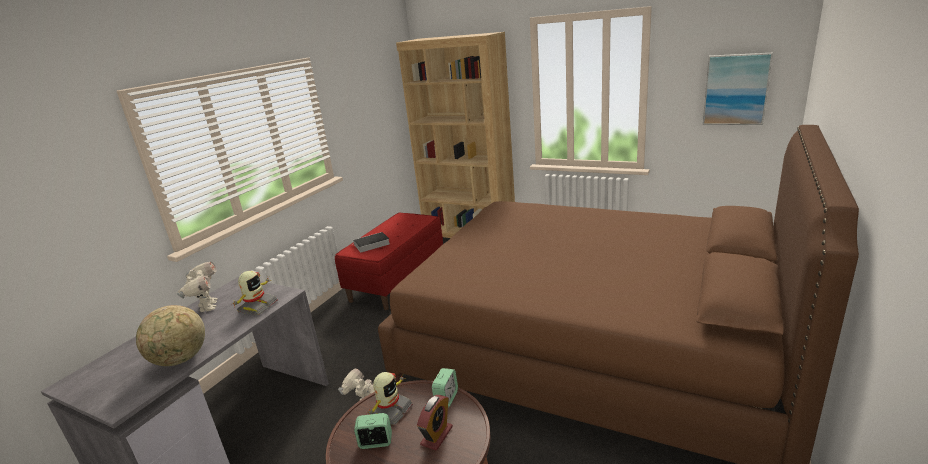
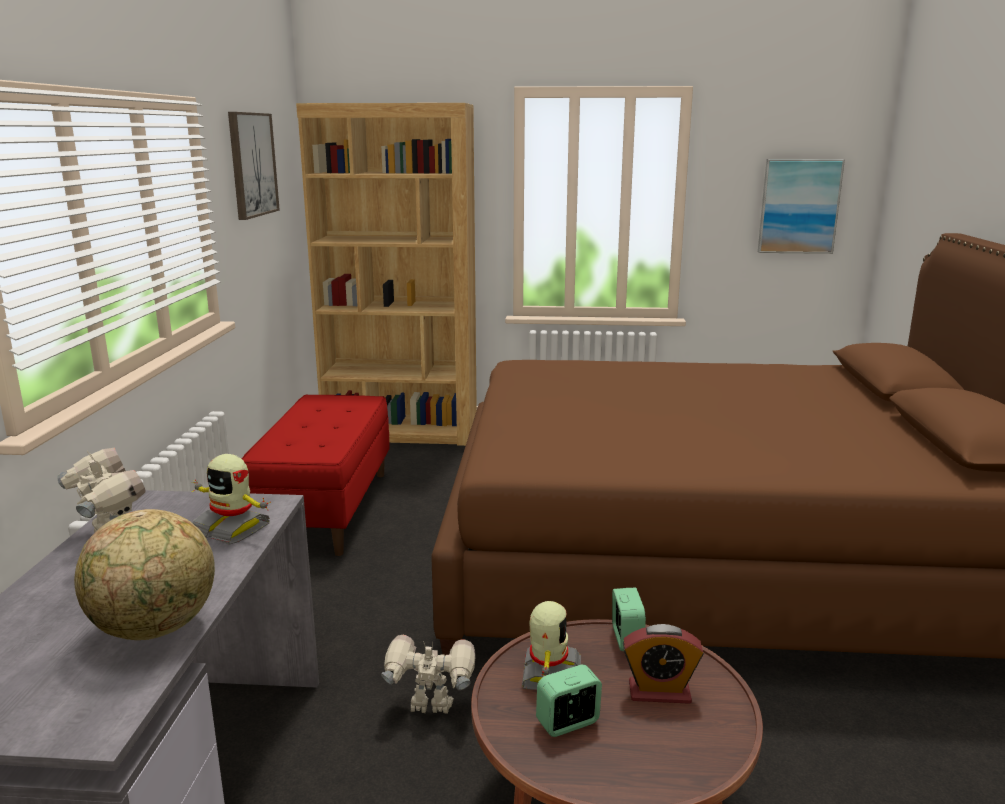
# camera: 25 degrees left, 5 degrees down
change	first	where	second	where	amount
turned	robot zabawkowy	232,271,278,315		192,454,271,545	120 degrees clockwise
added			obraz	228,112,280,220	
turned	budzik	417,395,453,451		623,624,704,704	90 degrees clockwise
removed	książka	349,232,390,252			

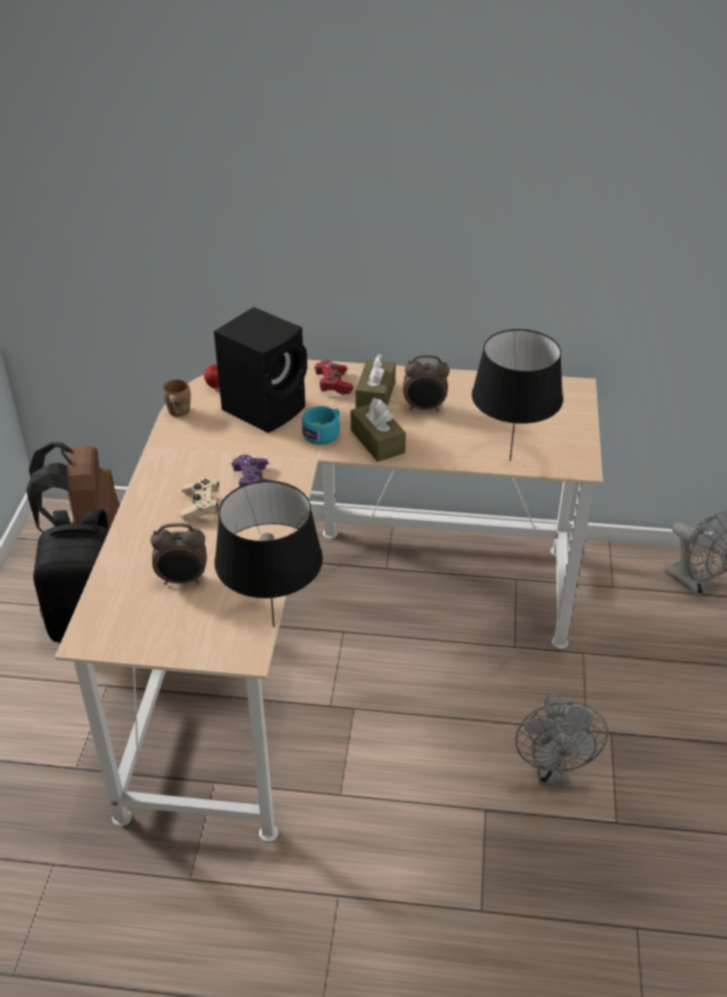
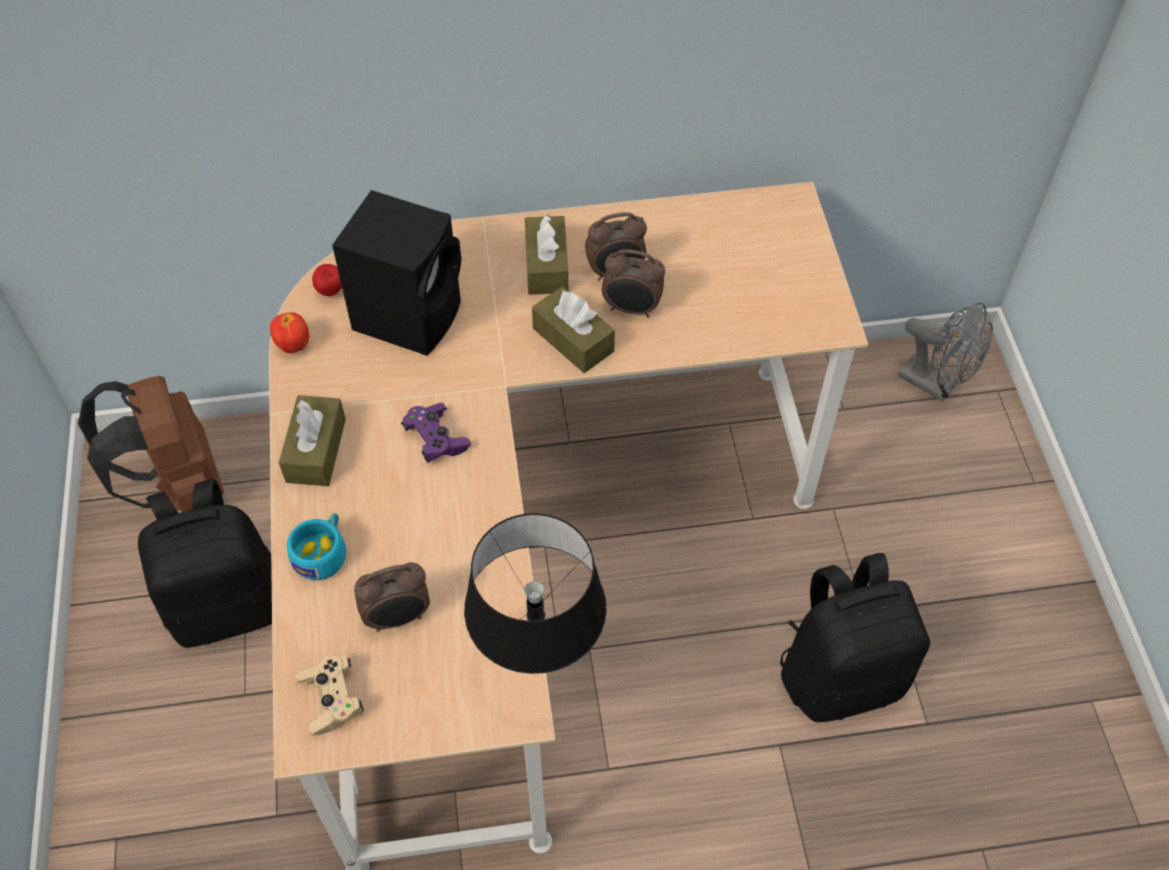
# camera: 15 degrees left, 15 degrees up
change	first	where	second	where	amount
replaced	kubek (brązowy)	163,379,191,417	jabłko	270,312,309,353	
added			pudełko chusteczek (brązowy)	279,395,346,486	
moved	filiżanka (turkusowy)	302,406,340,445		287,513,346,580	
moved	pad do gier (beżowy)	180,477,219,521		296,655,364,736	
added			budzik	602,249,665,317	
replaced	wentylator (szary)	516,693,608,784	plecak (czarny)	780,553,930,722	
removed	pad do gier (czerwony)	314,360,353,395			
removed	lampa stołowa (czarny)	472,329,563,461			

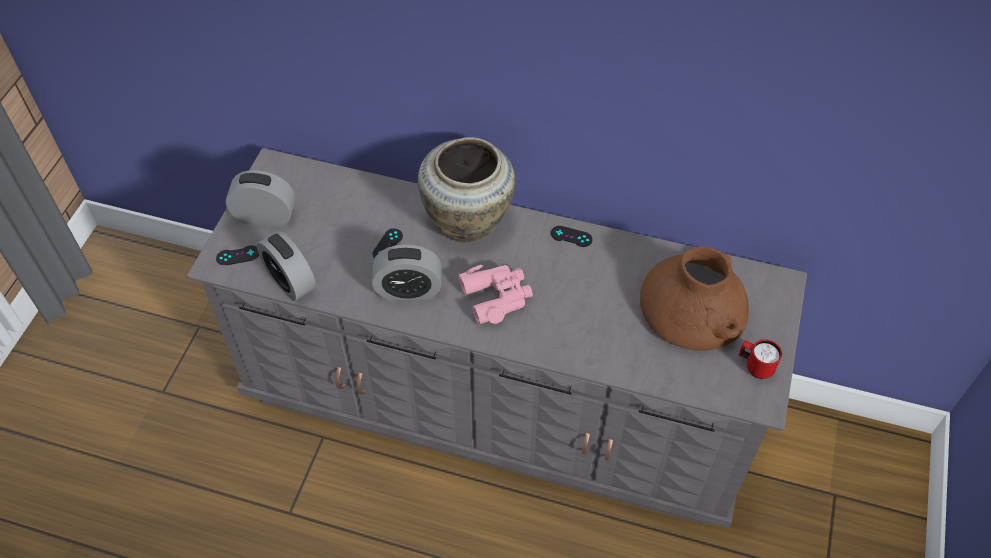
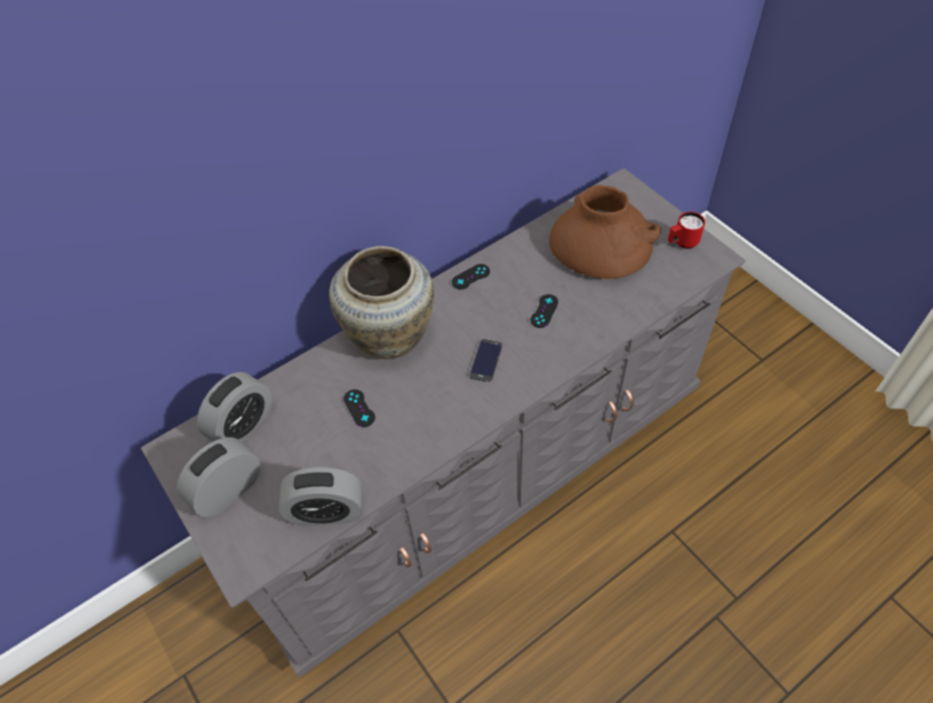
# camera: 50 degrees left, 0 degrees up
change	first	where	second	where	amount
moved	budzik	372,244,441,300		197,372,272,442	
replaced	lornetka (różowy)	458,265,533,324	telefon	470,339,502,382	
moved	pad do gier (czarny)	216,245,259,266		530,294,558,328	

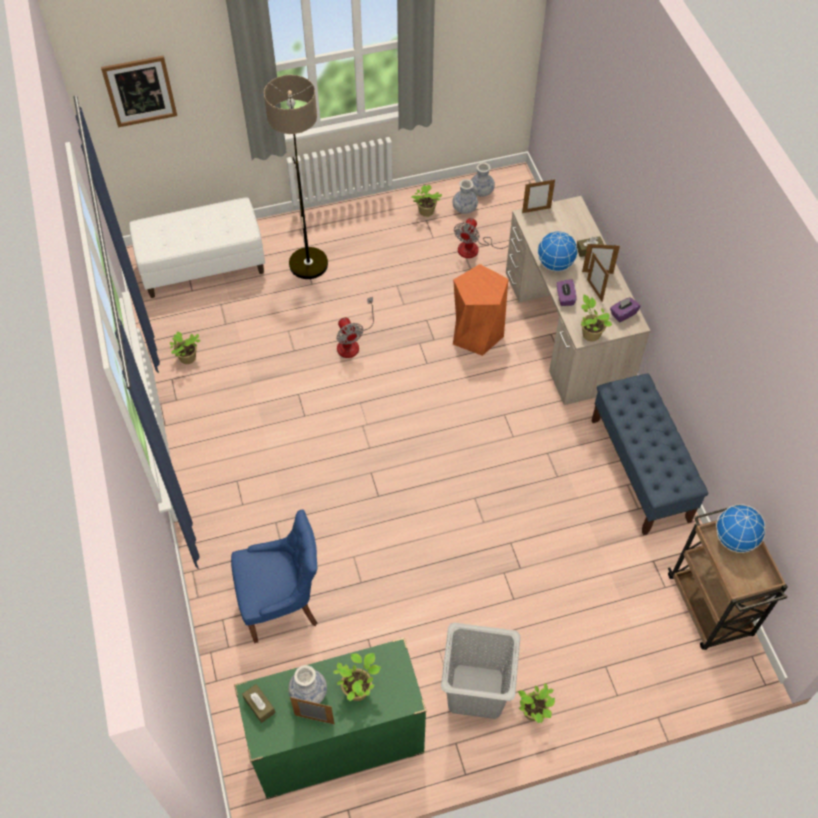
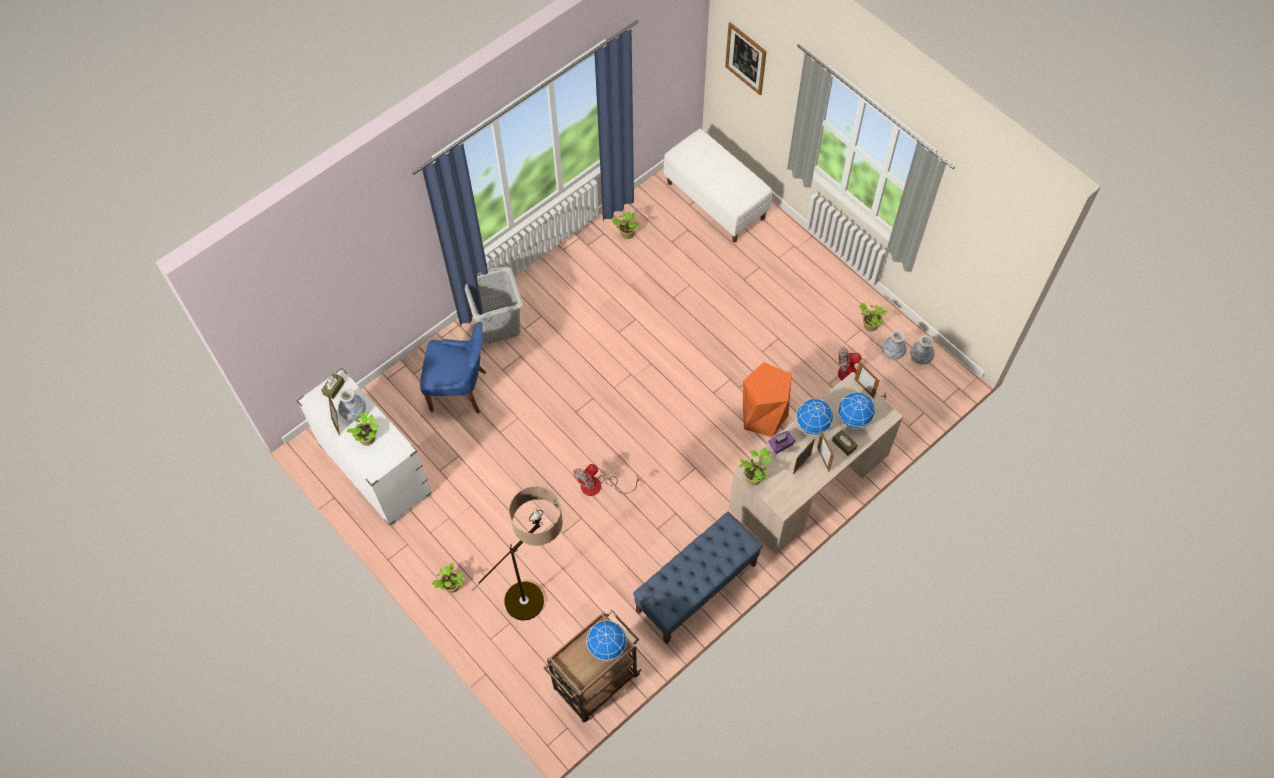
# camera: 65 degrees right, 5 degrees up
change	first	where	second	where	amount
recoloured	komoda (zielony)	234,638,427,799	komoda (biały)	297,368,432,526	
turned	krzesło (niebieski)	231,509,317,643		420,322,486,414	45 degrees counterclockwise
moved	kosz na pranie (szary)	441,623,520,719		465,267,523,344	
moved	lampa stojąca	264,75,328,279		472,486,563,621	
moved	wentylator	336,297,374,358		574,464,641,496	
added			globus	838,392,875,429	
removed	pudełko chusteczek (fioletowy)	610,297,641,322			

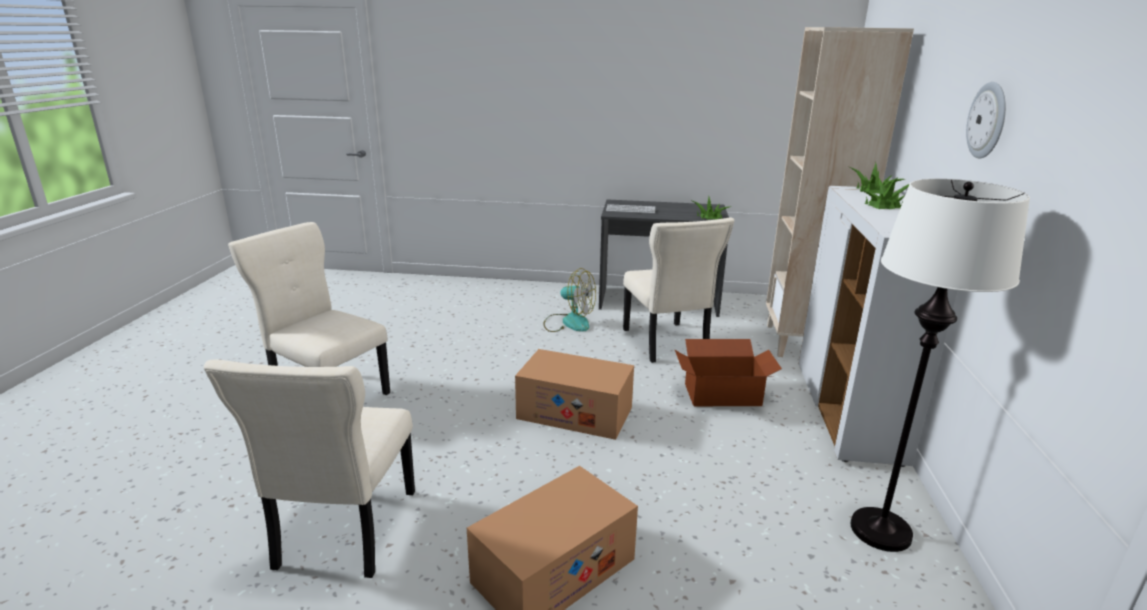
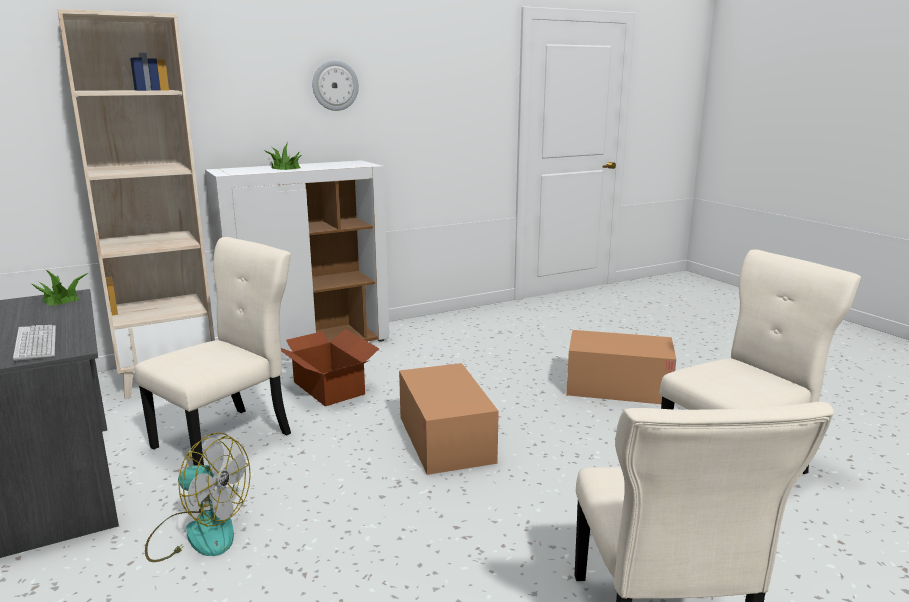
# camera: 125 degrees left, 5 degrees down
change	first	where	second	where	amount
turned	wentylator	543,268,596,332		145,432,251,562	120 degrees clockwise
removed	roślina doniczkowa	850,162,905,194			
removed	lampa stojąca (biały)	850,179,1030,552			

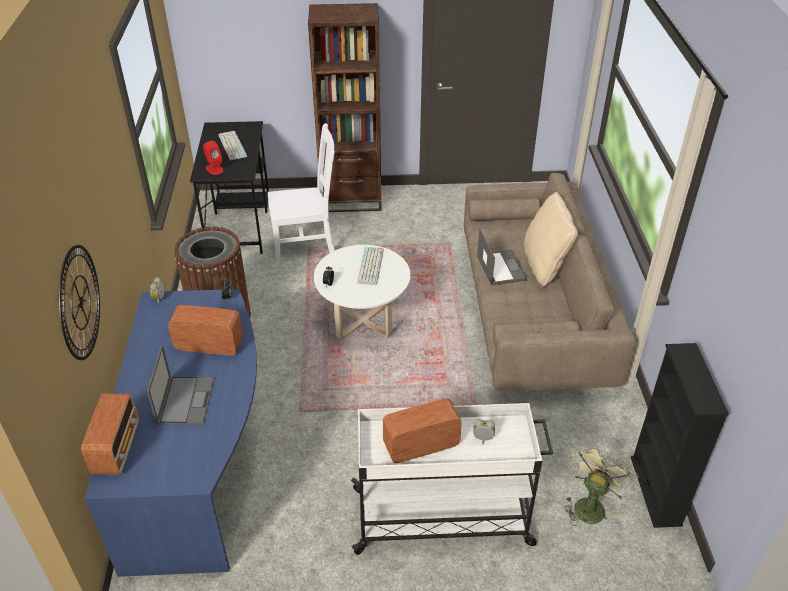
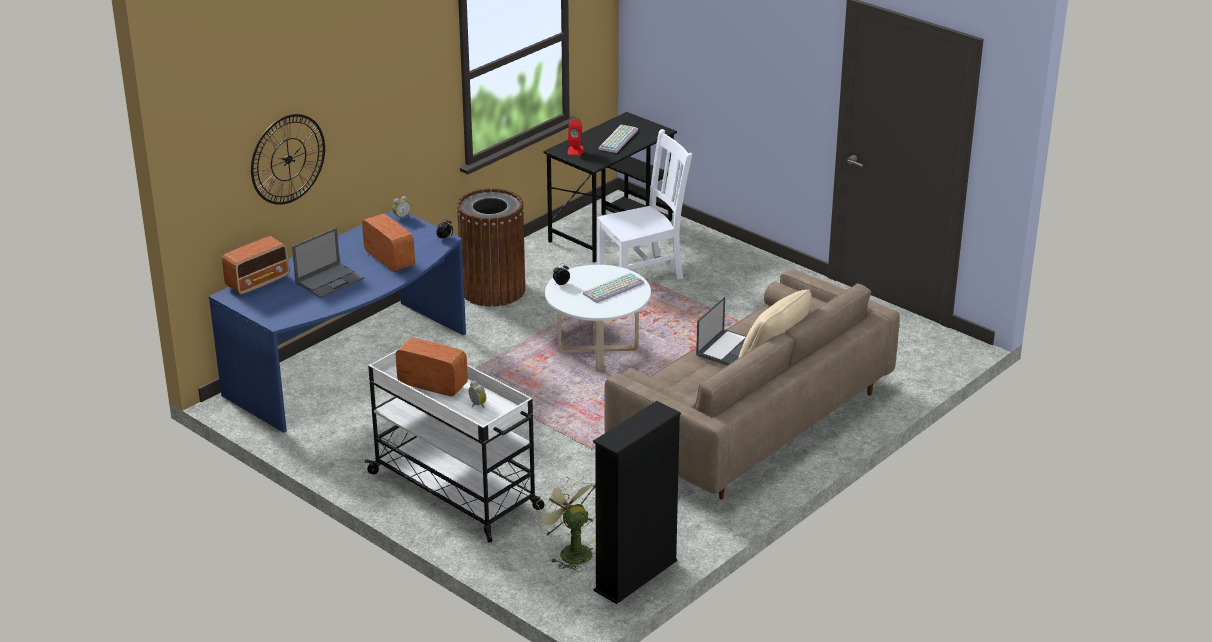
# camera: 45 degrees right, 10 degrees down
change	first	where	second	where	amount
turned	wentylator (zielony)	563,444,638,526		535,475,596,572	105 degrees counterclockwise
turned	krzesło (biały)	268,123,335,262		597,129,692,280	60 degrees counterclockwise
removed	regał (brązowy)	308,3,382,212			

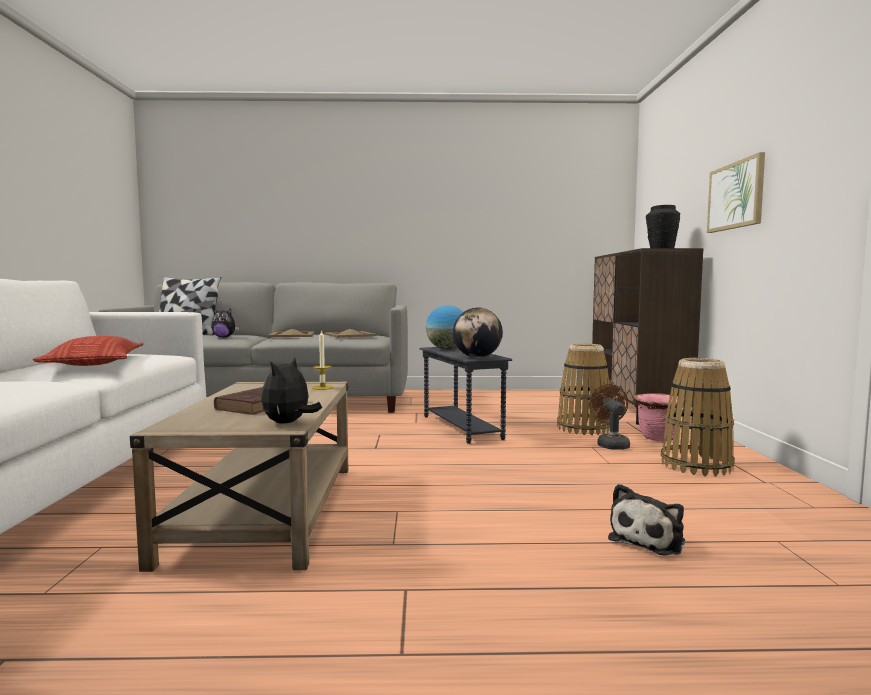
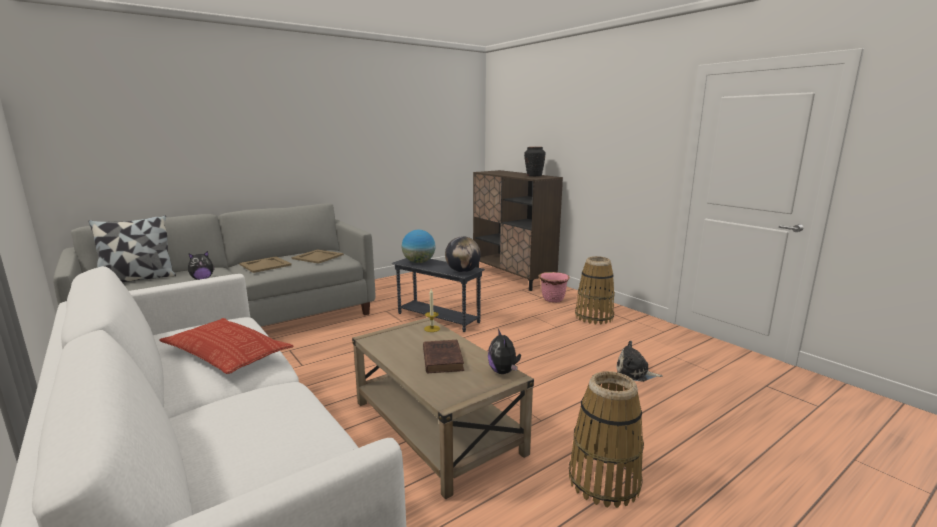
# camera: 35 degrees left, 10 degrees up
change	first	where	second	where	amount
moved	koszyk	557,344,610,435		569,371,644,508	
turned	pluszak	608,484,685,556		617,341,662,382	105 degrees clockwise
removed	wentylator (brązowy)	589,384,630,450			
removed	obraz	707,152,765,233			

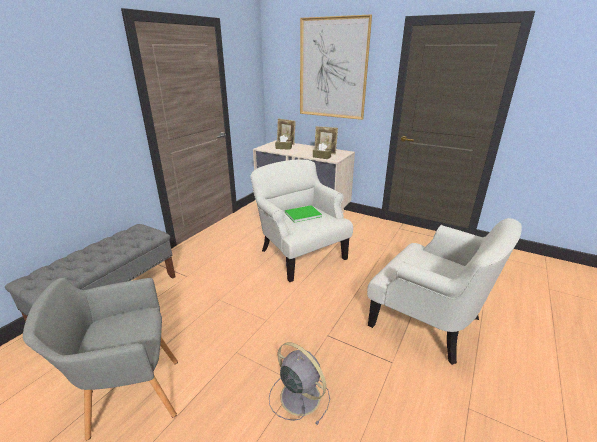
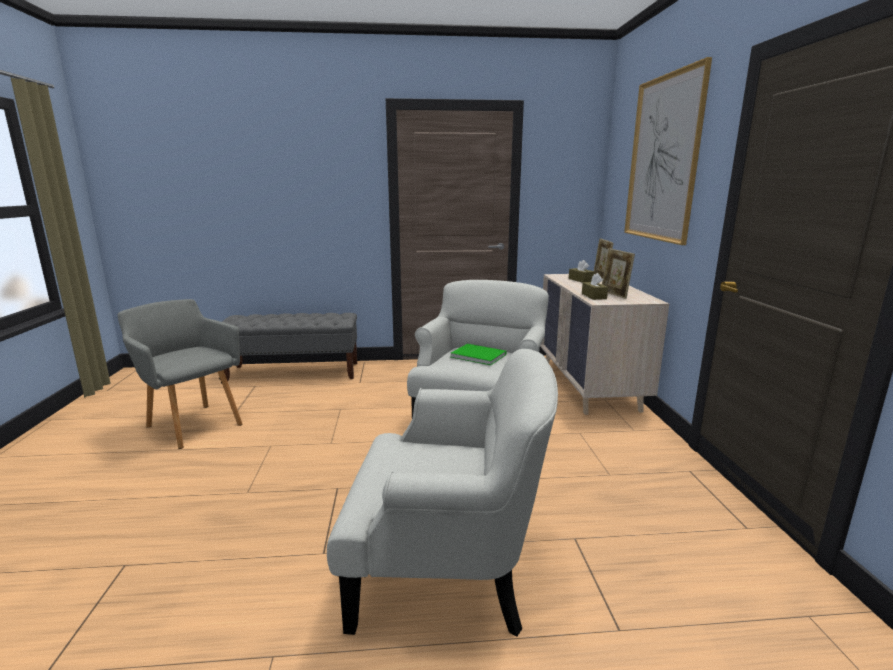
# camera: 55 degrees right, 10 degrees down
change	first	where	second	where	amount
turned	fotel (biały)	367,218,522,365		327,349,558,637	90 degrees counterclockwise
removed	wentylator (szary)	269,342,330,425			

